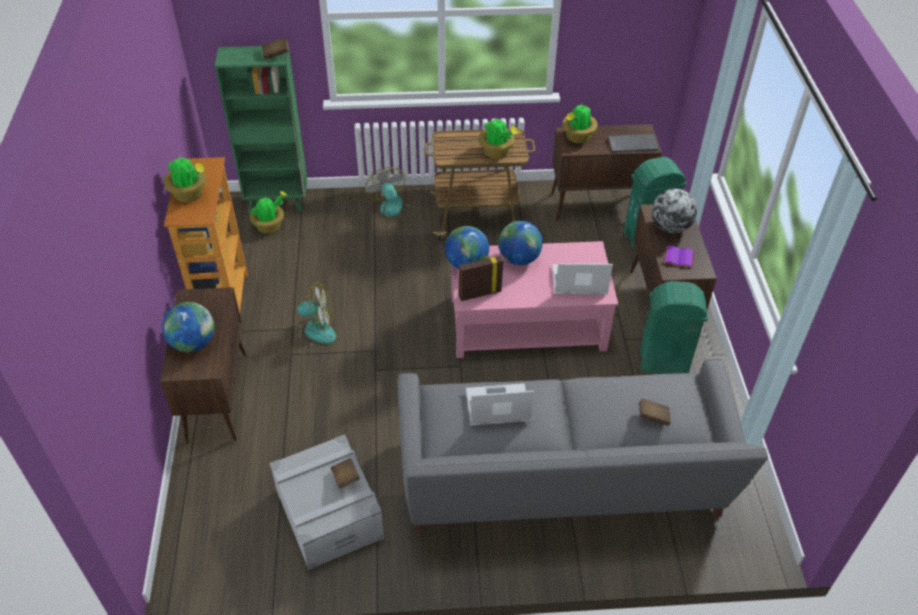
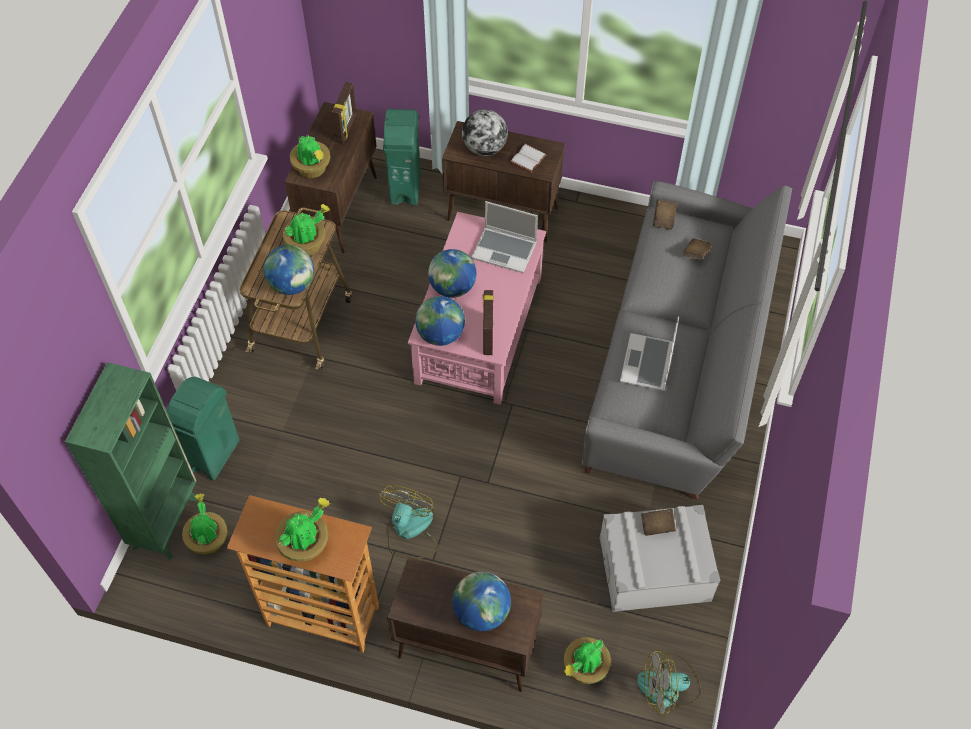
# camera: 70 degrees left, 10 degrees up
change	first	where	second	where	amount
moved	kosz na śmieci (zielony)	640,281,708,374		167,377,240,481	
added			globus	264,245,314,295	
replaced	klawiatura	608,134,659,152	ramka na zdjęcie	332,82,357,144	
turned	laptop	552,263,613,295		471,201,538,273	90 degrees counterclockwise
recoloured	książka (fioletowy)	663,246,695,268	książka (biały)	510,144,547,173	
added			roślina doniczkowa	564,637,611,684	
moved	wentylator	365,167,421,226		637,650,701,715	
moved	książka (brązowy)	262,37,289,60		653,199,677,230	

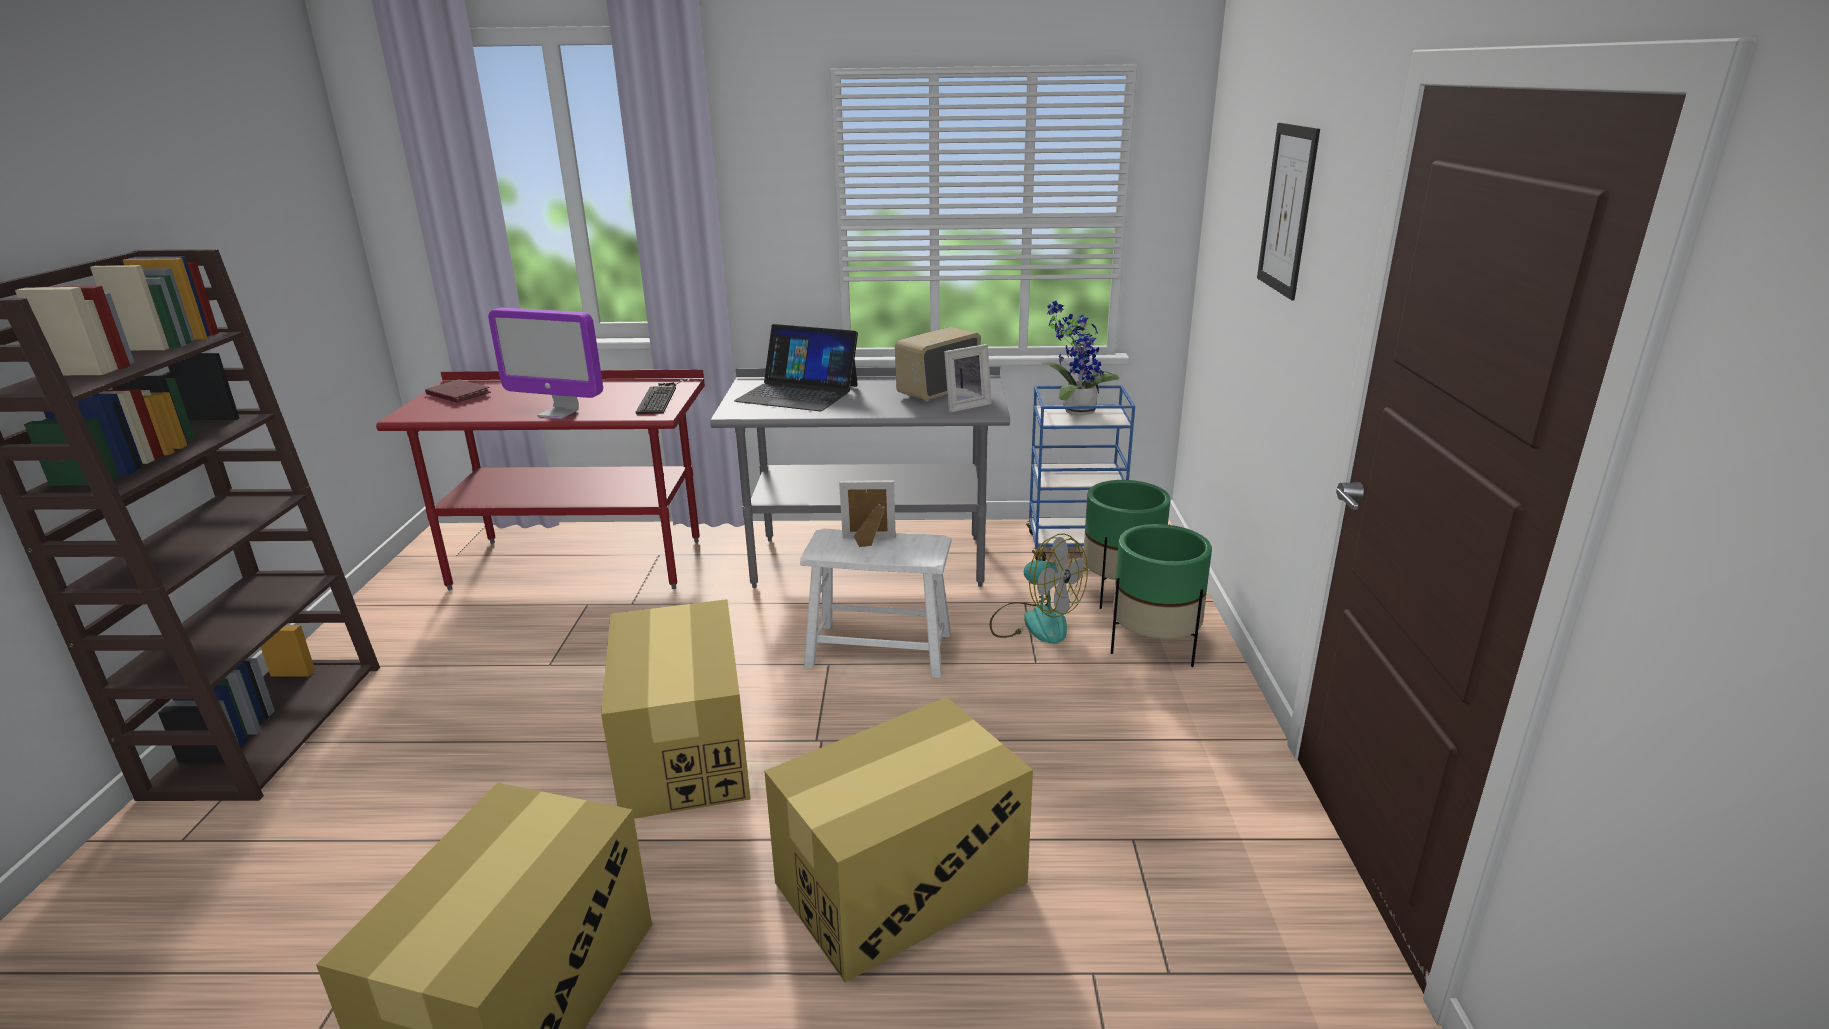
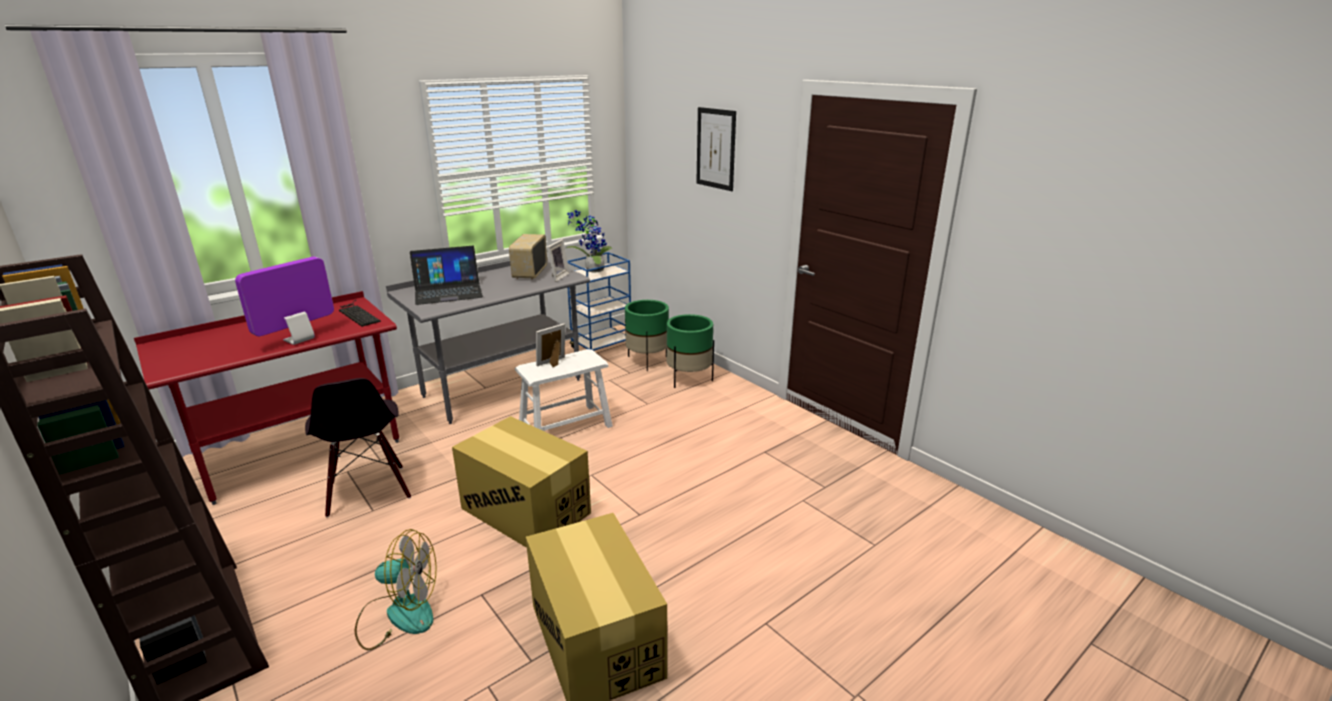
# camera: 40 degrees left, 0 degrees up
change	first	where	second	where	amount
turned	monitor	488,308,603,419		235,257,334,345	150 degrees clockwise
added			krzesło (czarny)	305,378,411,517	
moved	wentylator	989,533,1088,644		355,529,436,650	
removed	książka (czerwony)	425,379,491,403			
removed	karton	764,697,1033,982			

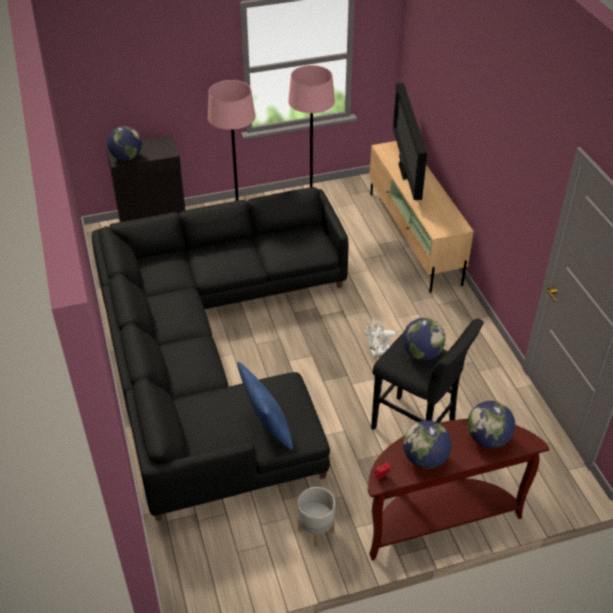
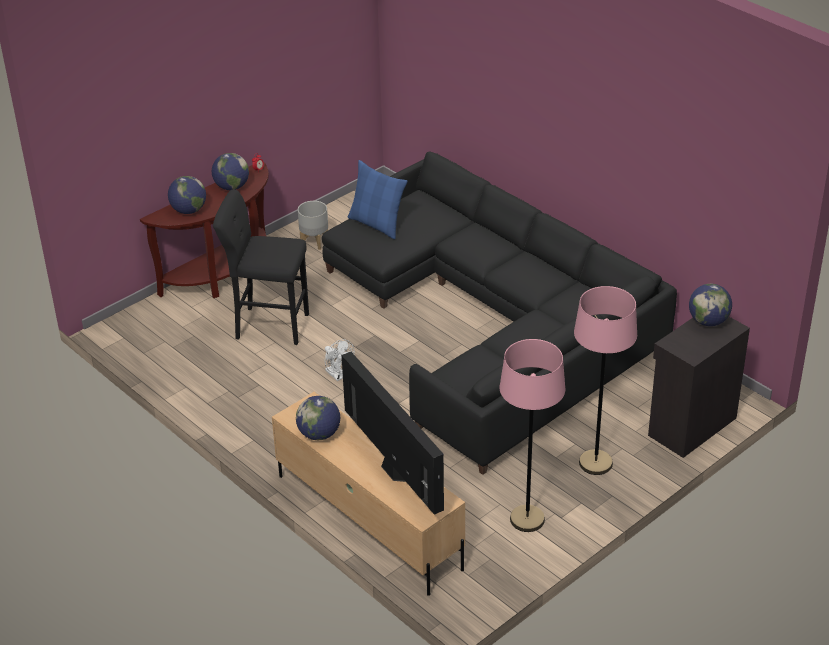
# camera: 155 degrees right, 5 degrees down
change	first	where	second	where	amount
moved	globus	403,318,445,360		296,396,340,440	
turned	wentylator (biały)	365,317,396,356		325,339,354,381	90 degrees clockwise

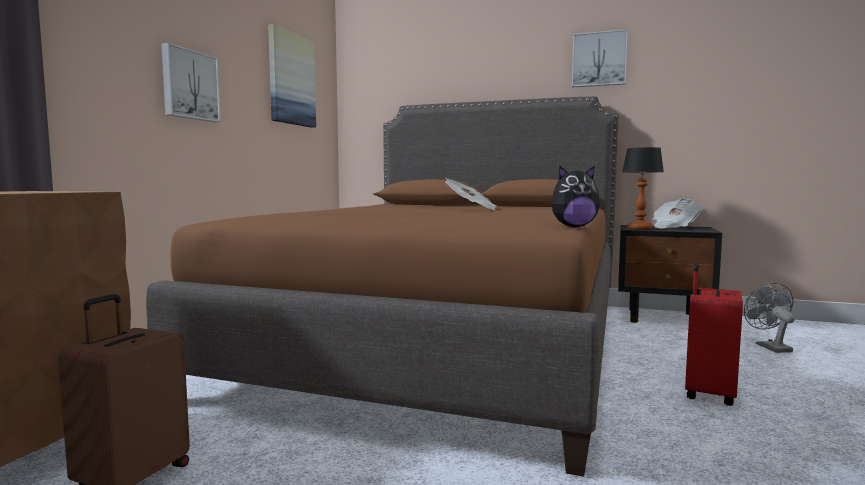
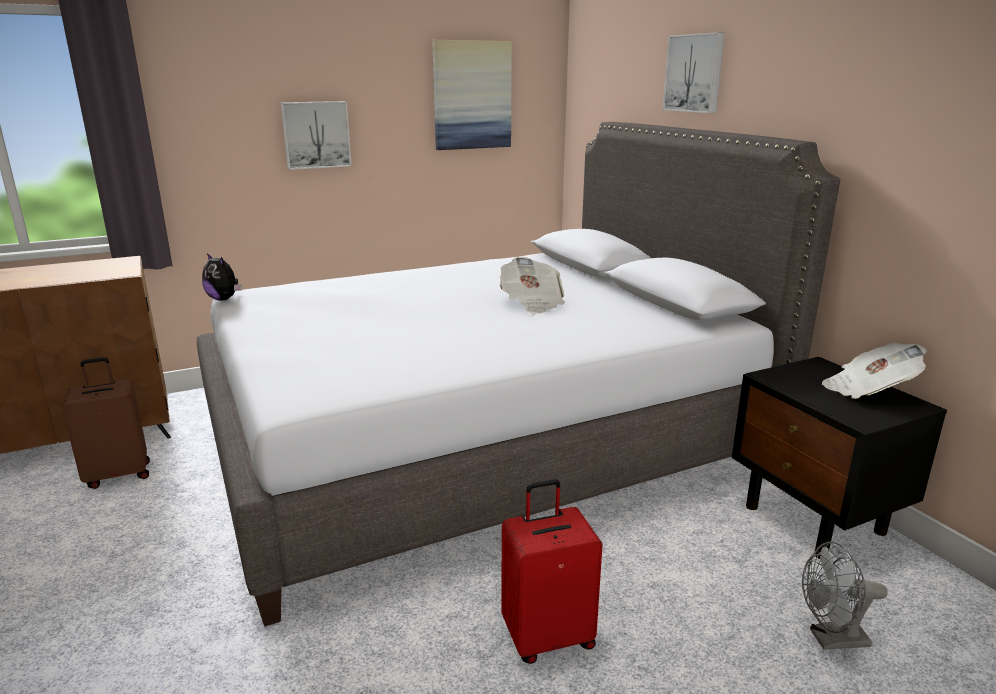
# camera: 45 degrees right, 15 degrees up
change	first	where	second	where	amount
recoloured	łóżko (brązowy)	146,96,619,477	łóżko (szary)	197,122,840,627	
moved	pluszak	551,166,600,227		202,253,242,301	
moved	obraz	572,29,628,87		662,32,725,113	
turned	wentylator (szary)	744,282,795,353		802,541,887,650	135 degrees counterclockwise
removed	lampa stołowa	622,147,664,230			

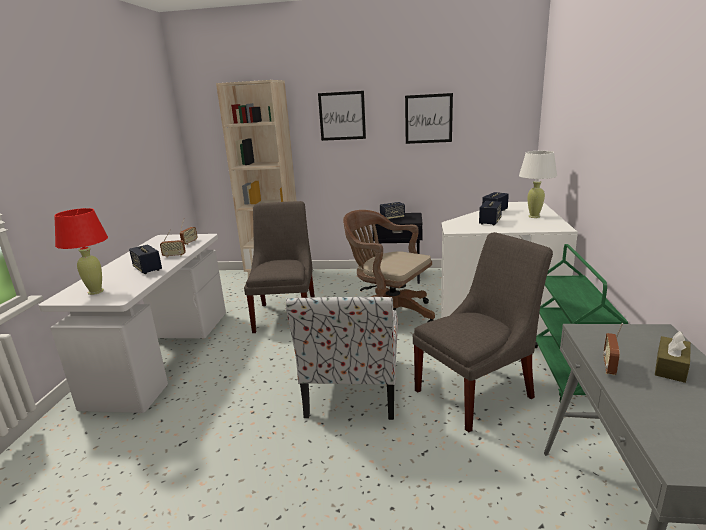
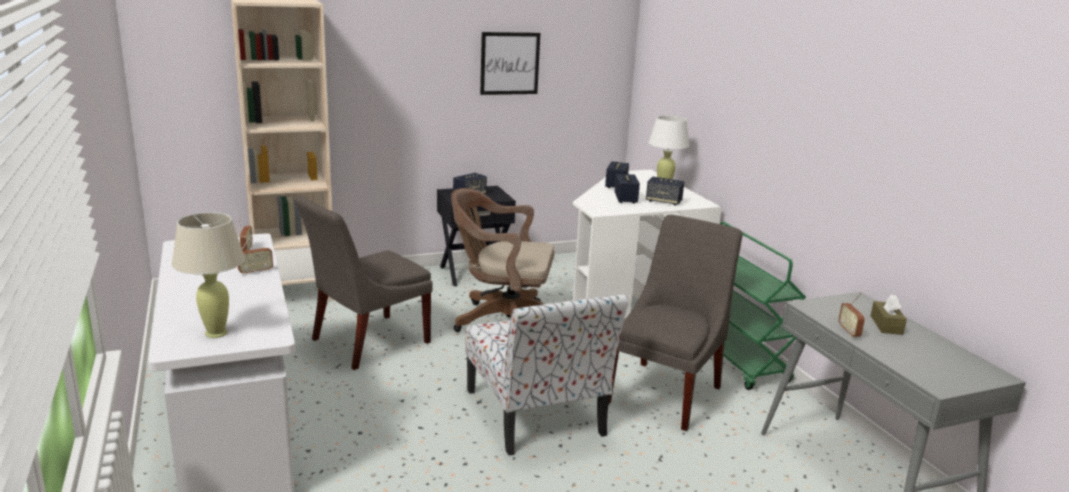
# camera: 30 degrees left, 0 degrees up
change	first	where	second	where	amount
recoloured	lampa stołowa (czerwony)	54,208,108,295	lampa stołowa (beżowy)	172,212,245,338	
turned	krzesło (szary)	244,201,315,333		295,196,432,370	105 degrees counterclockwise
moved	głośnik	129,244,162,274		646,177,684,206	
removed	obraz	318,91,366,141			

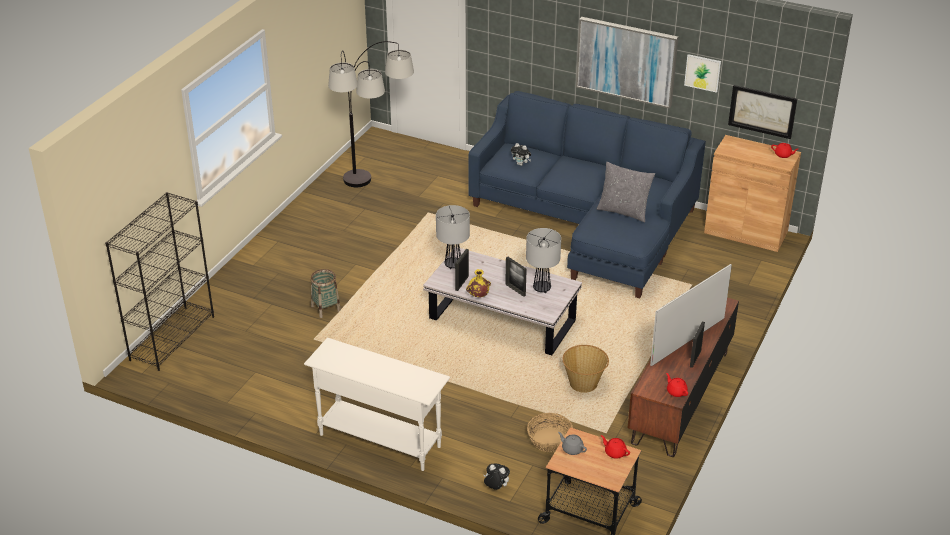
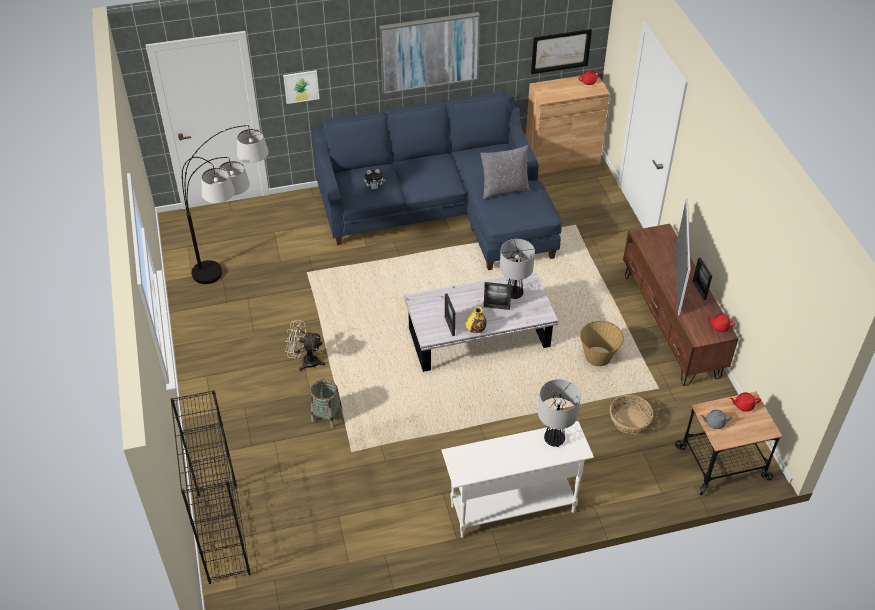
# camera: 40 degrees left, 10 degrees up
change	first	where	second	where	amount
moved	obraz	684,54,721,93		283,70,319,104	
added			wentylator (beżowy)	285,320,325,371	
moved	lampa stołowa	436,205,470,269		538,379,581,447	
removed	pluszak	484,464,510,490			

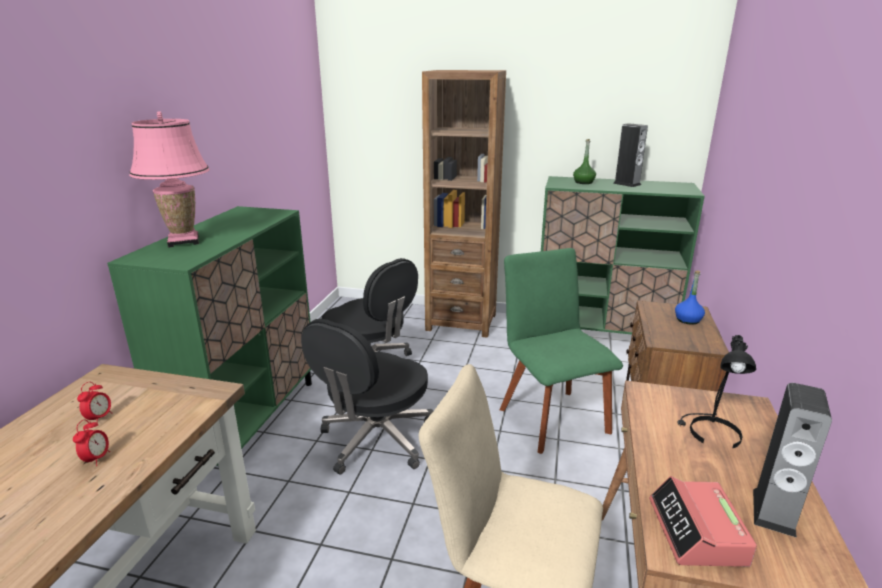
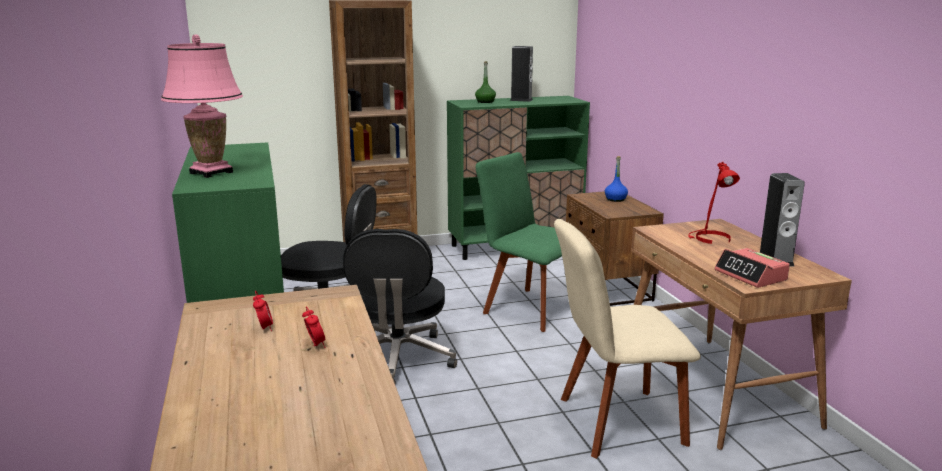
# camera: 30 degrees left, 5 degrees down
change	first	where	second	where	amount
recoloured	lampa stołowa (czarny)	677,335,756,449	lampa stołowa (czerwony)	688,162,740,244	

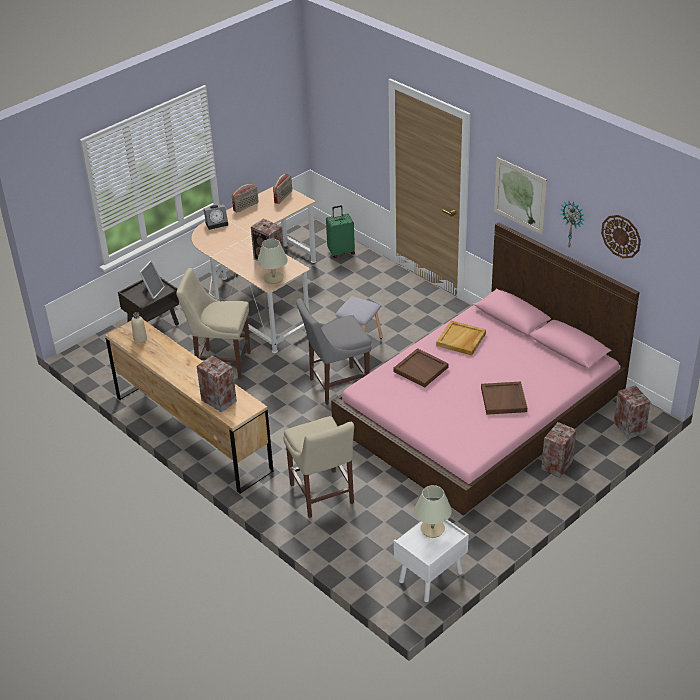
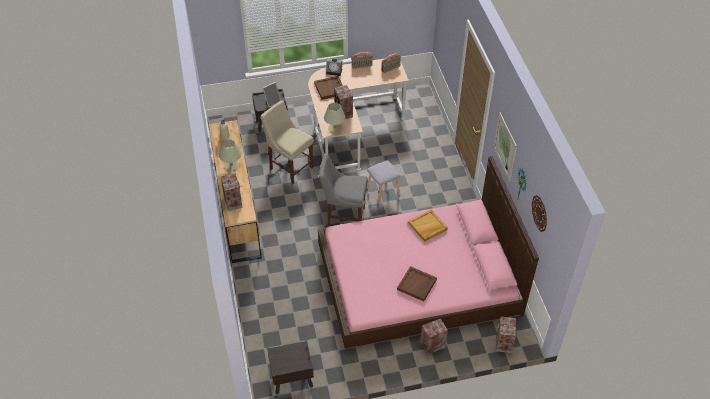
# camera: 30 degrees right, 10 degrees up
change	first	where	second	where	amount
moved	lampa stołowa (beżowy)	414,485,452,538		219,139,242,171	
recoloured	szafka nocna (biały)	394,520,469,602	szafka nocna (brązowy)	267,340,314,394	
moved	taca (brązowy)	393,348,449,388		314,76,343,100	
removed	krzesło (beżowy)	283,416,354,518			
removed	walizka (zielony)	326,205,355,258			

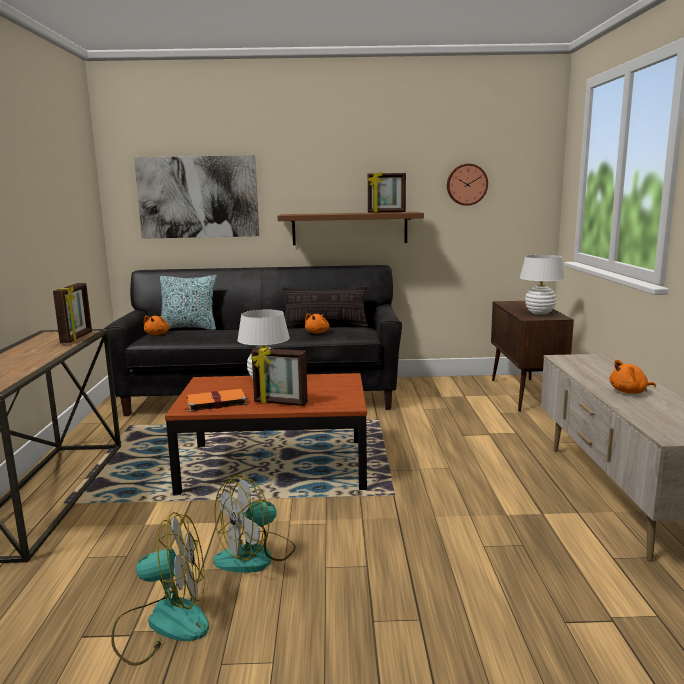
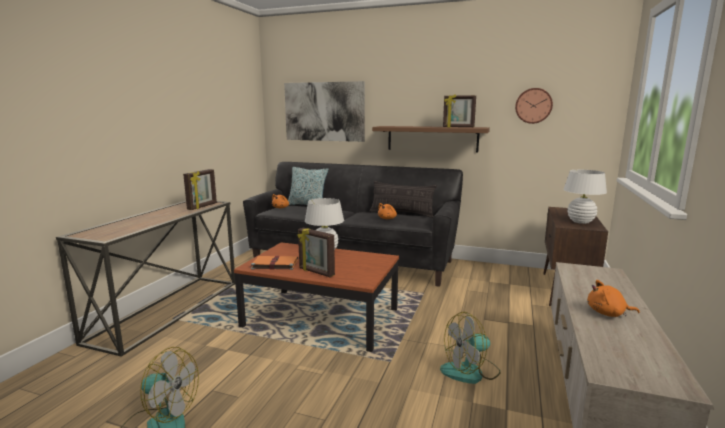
# camera: 20 degrees right, 0 degrees up
change	first	where	second	where	amount
moved	wentylator	213,475,296,573		440,312,500,384	

